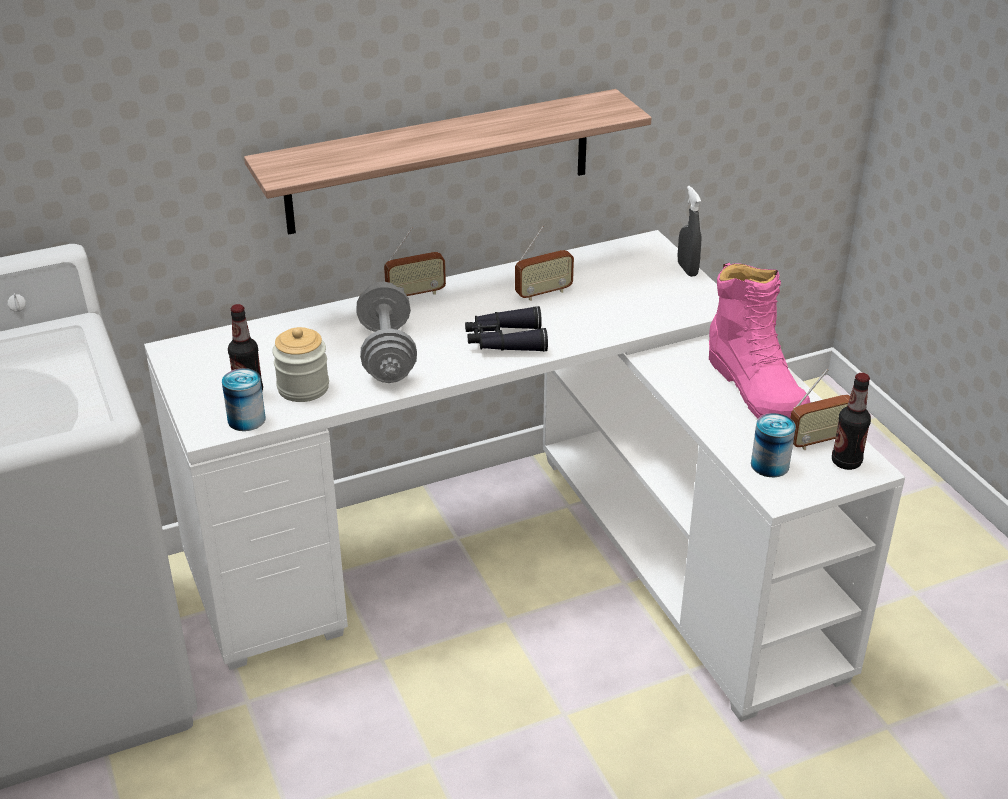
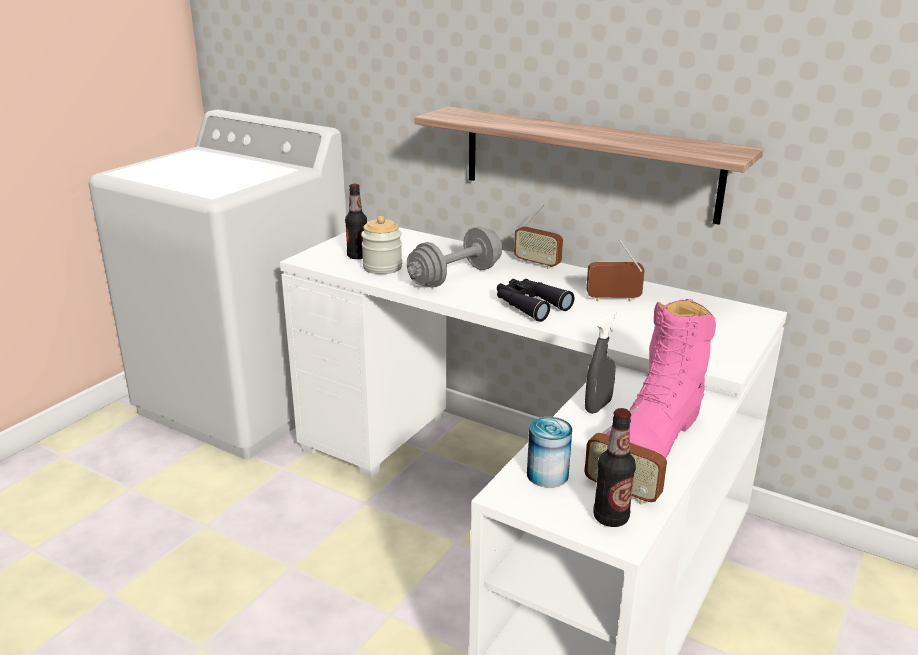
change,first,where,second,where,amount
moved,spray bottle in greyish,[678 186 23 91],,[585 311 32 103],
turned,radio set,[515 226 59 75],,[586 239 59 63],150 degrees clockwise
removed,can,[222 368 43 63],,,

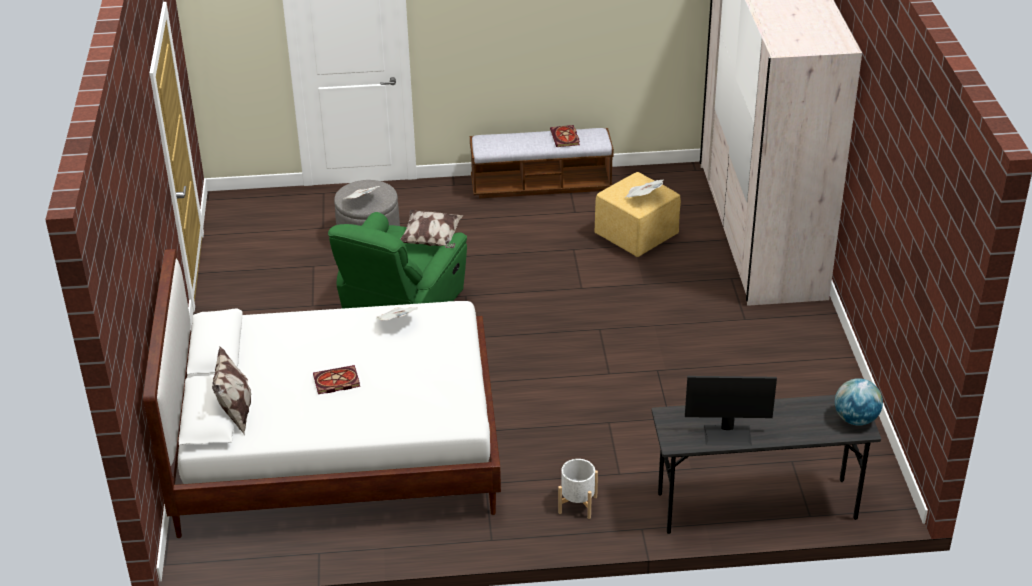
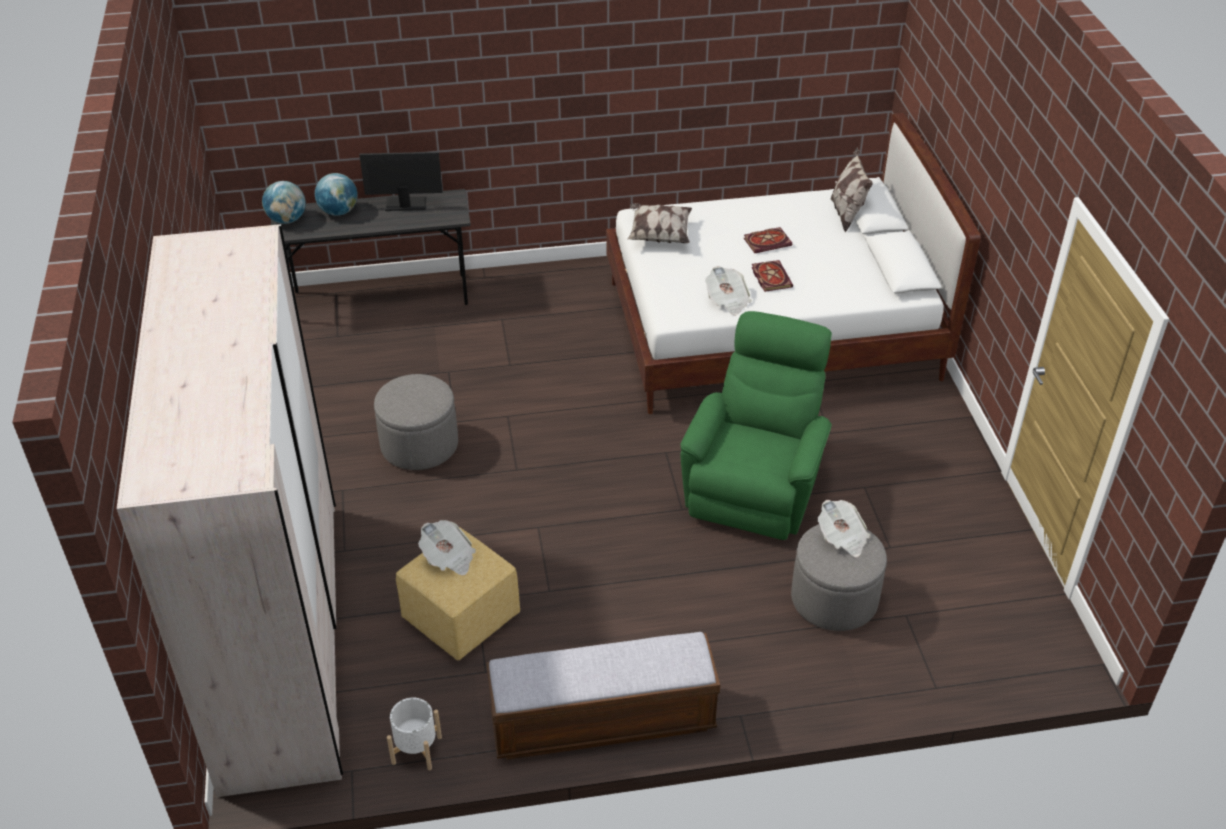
change,first,where,second,where,amount
moved,book,[550 125 30 22],,[751 260 42 32],
moved,cushion,[400 210 64 38],,[627 203 65 40],
moved,plant pot in white,[558 459 40 60],,[387 698 55 72],
added,,,desk globe,[315 173 43 43],
added,,,footrest in greyish,[374 374 84 96],

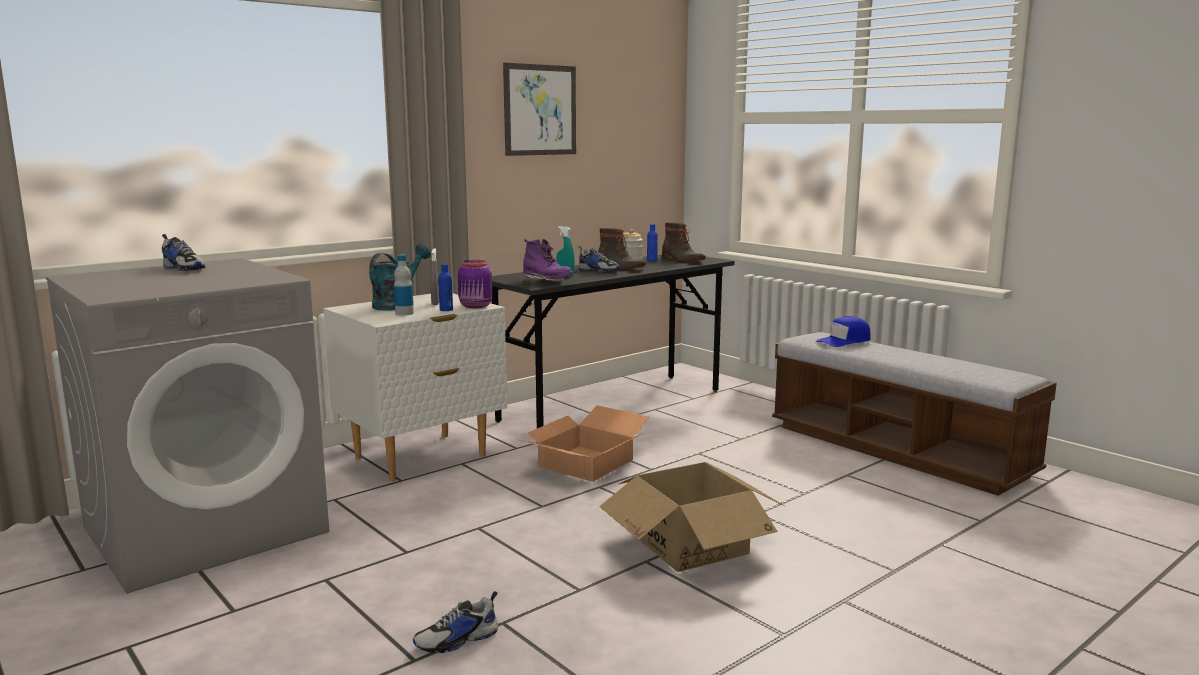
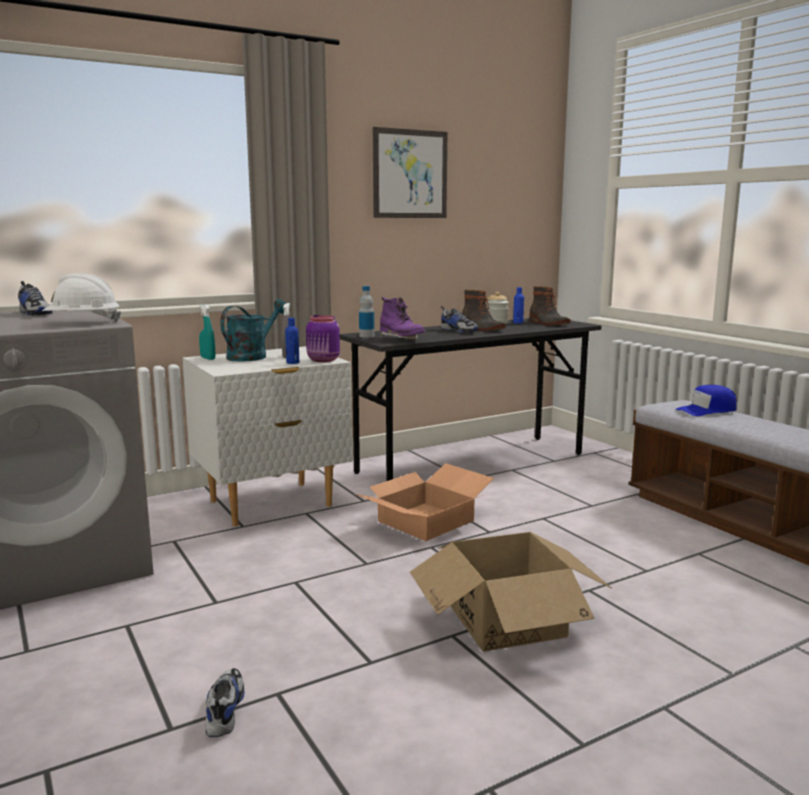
change,first,where,second,where,amount
moved,spray bottle in turquoise,[556 226 19 51],,[199 304 16 56],
moved,drink bottle,[394 255 20 61],,[359 286 15 51],
turned,shoe,[413 591 85 62],,[205 668 40 69],105 degrees clockwise
added,,,work helmet in white,[42 273 79 49],

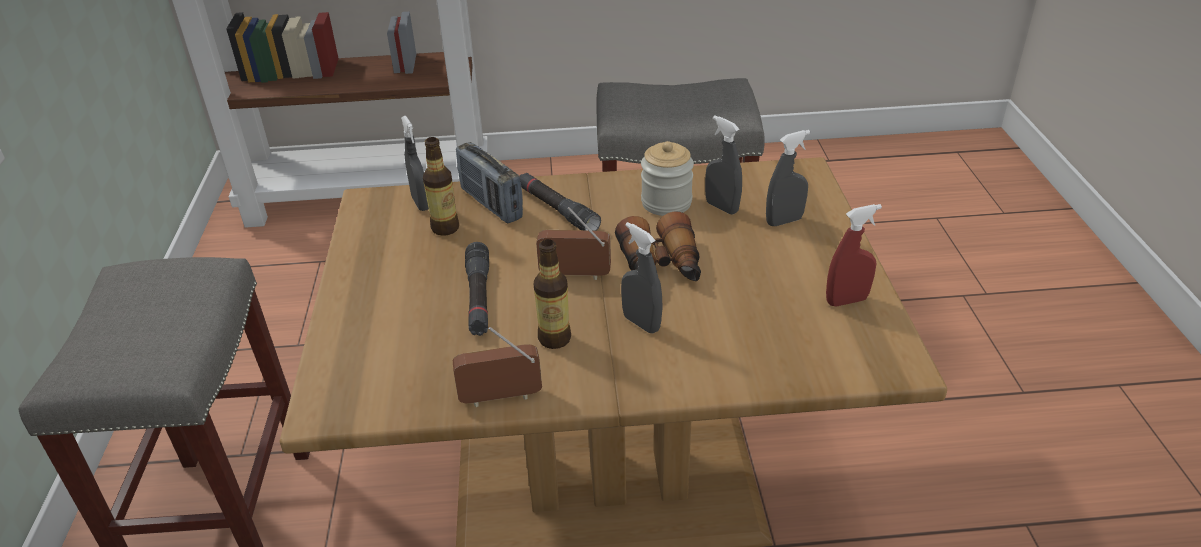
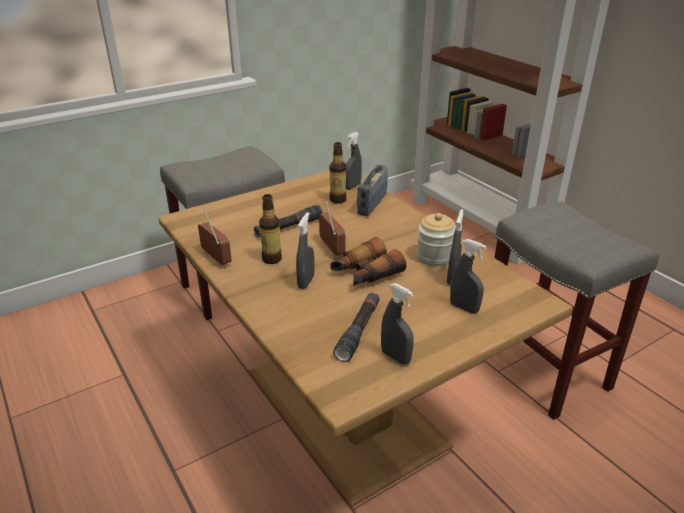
change,first,where,second,where,amount
moved,hand torch in black,[519 173 82 58],,[334 293 46 69],
recoloured,spray bottle in reddish,[826 204 56 103],spray bottle in greyish,[381 283 33 82],

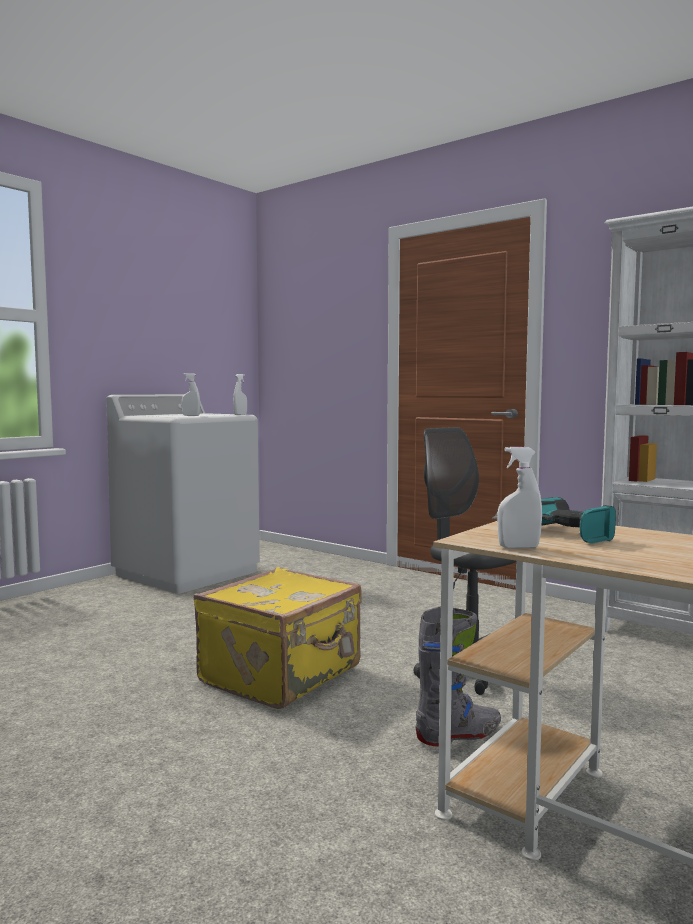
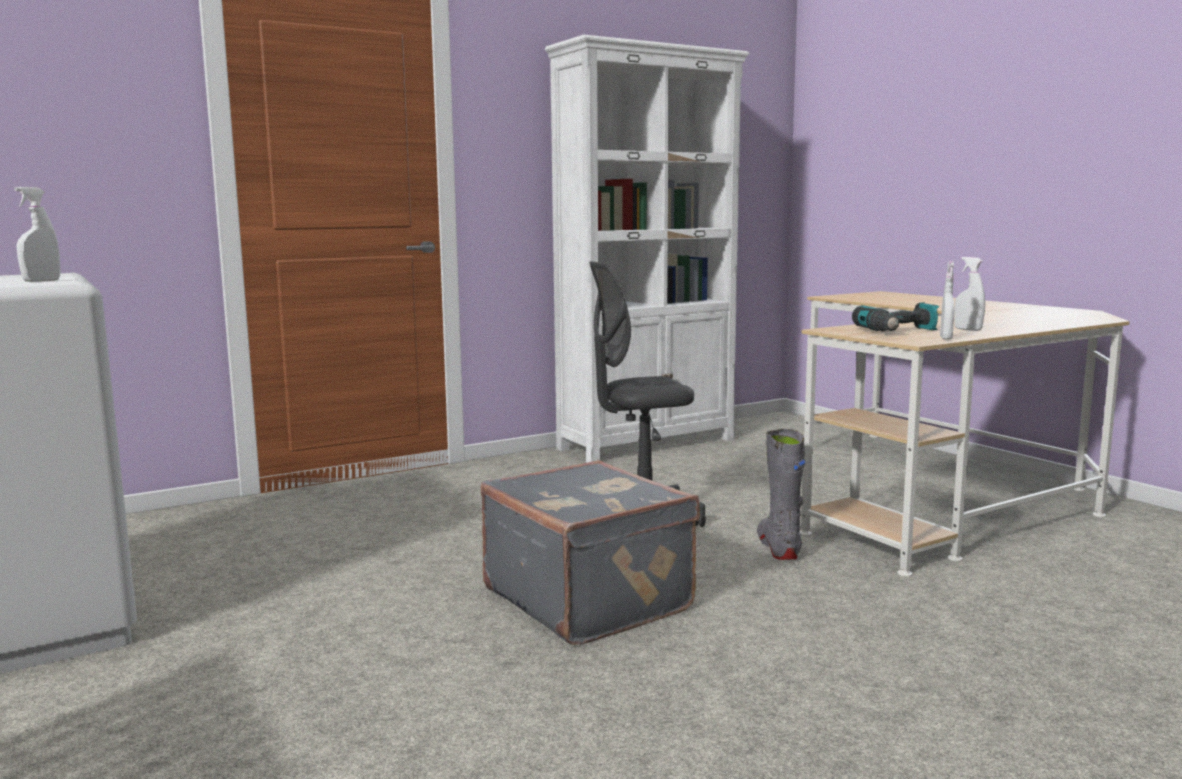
change,first,where,second,where,amount
moved,spray bottle in white,[233 374 14 41],,[954 257 31 74],
recoloured,piece of luggage in yellow-coloured,[193 567 169 142],piece of luggage in greyish,[481 460 219 185],

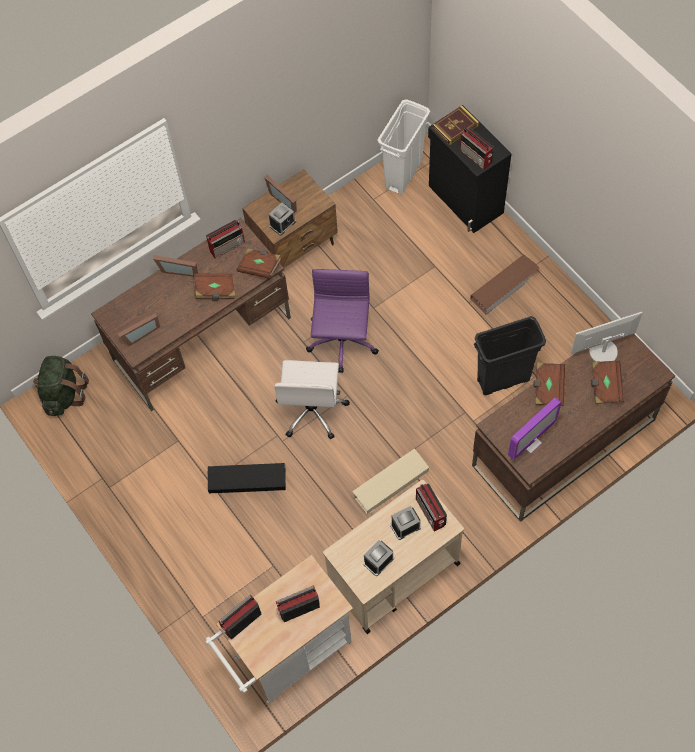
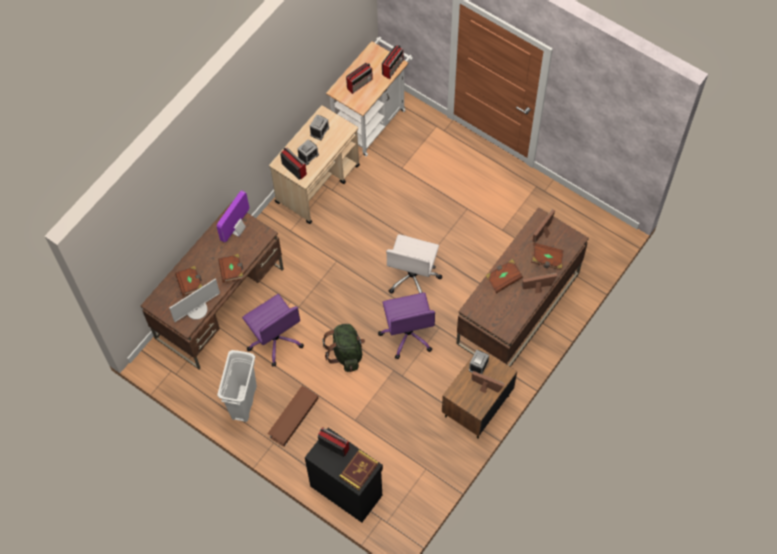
change,first,where,second,where,amount
moved,trash can in white,[378 99 52 96],,[217 350 40 72],
removed,radio set,[206 220 39 38],,,
moved,book in brown,[237 248 45 31],,[531 243 32 27],
replaced,trash can in black,[474 316 72 79],computer chair in purplish,[242 294 62 73],
moved,knapsack in green,[33 356 56 60],,[322 324 43 48],
turned,computer chair in white,[274 360 76 79],,[386 234 56 60],150 degrees counterclockwise
removed,storage bin in beige,[352 448 77 67],,,
removed,storage bin in black,[208 463 78 31],,,

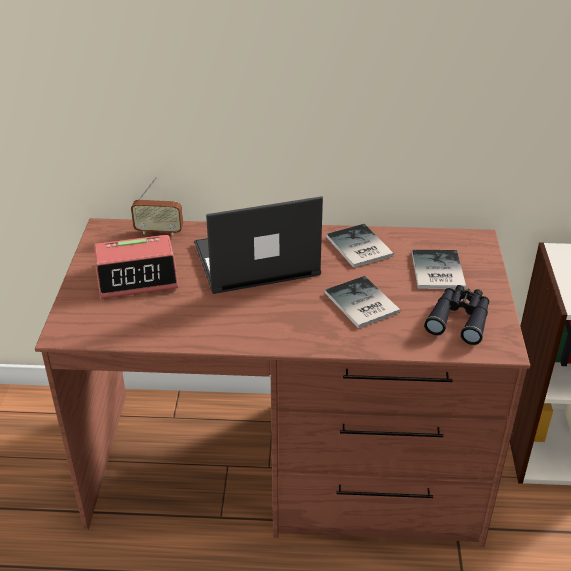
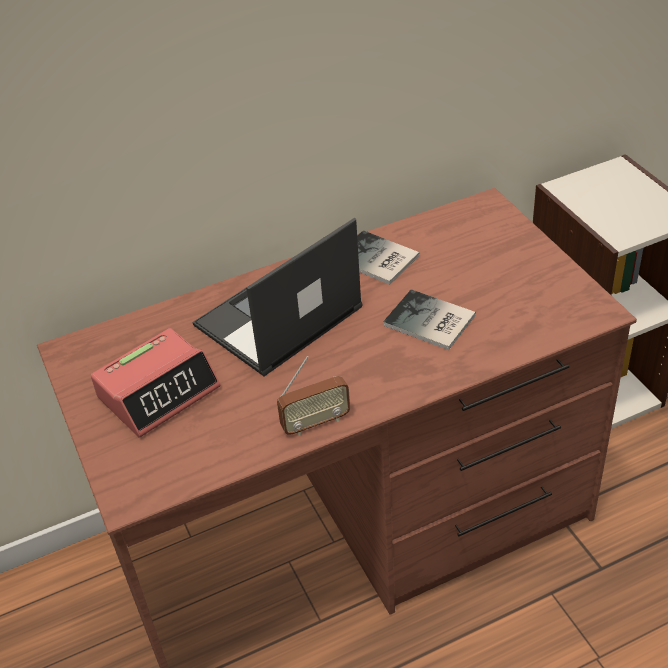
change,first,where,second,where,amount
moved,radio set,[131 177 52 59],,[277 356 73 80],
removed,book,[412 250 54 39],,,
removed,pair of binoculars in black,[424 285 65 60],,,

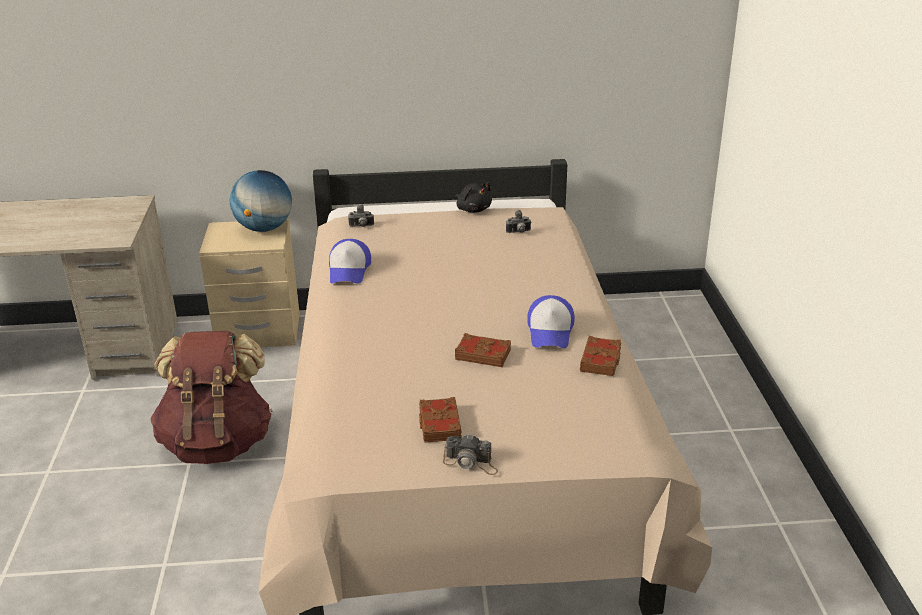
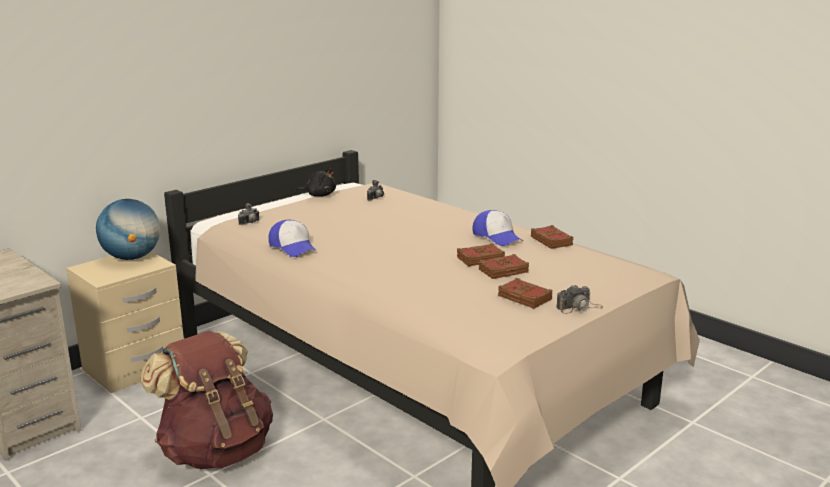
change,first,where,second,where,amount
added,,,book in brown,[479 254 50 25],

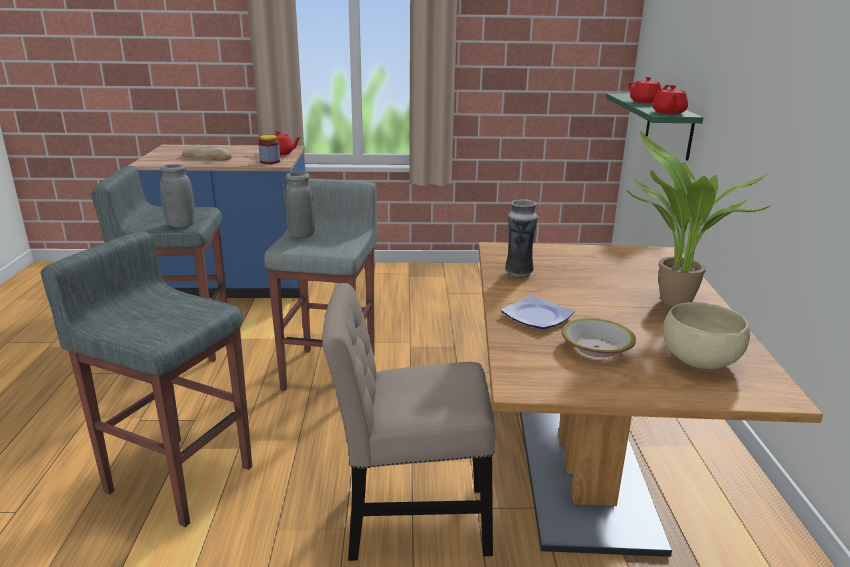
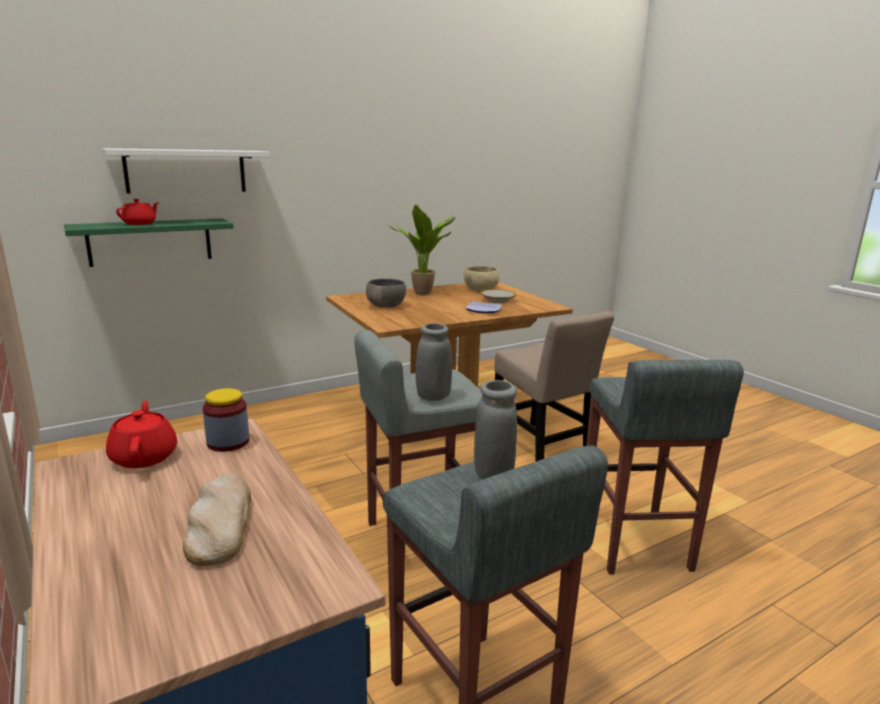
change,first,where,second,where,amount
removed,teapot in reddish,[652 85 36 29],,,
removed,vase,[505 199 33 79],,,
added,,,shelf in white,[102 148 168 46],
added,,,serving bowl in greyish,[366 279 40 29],

